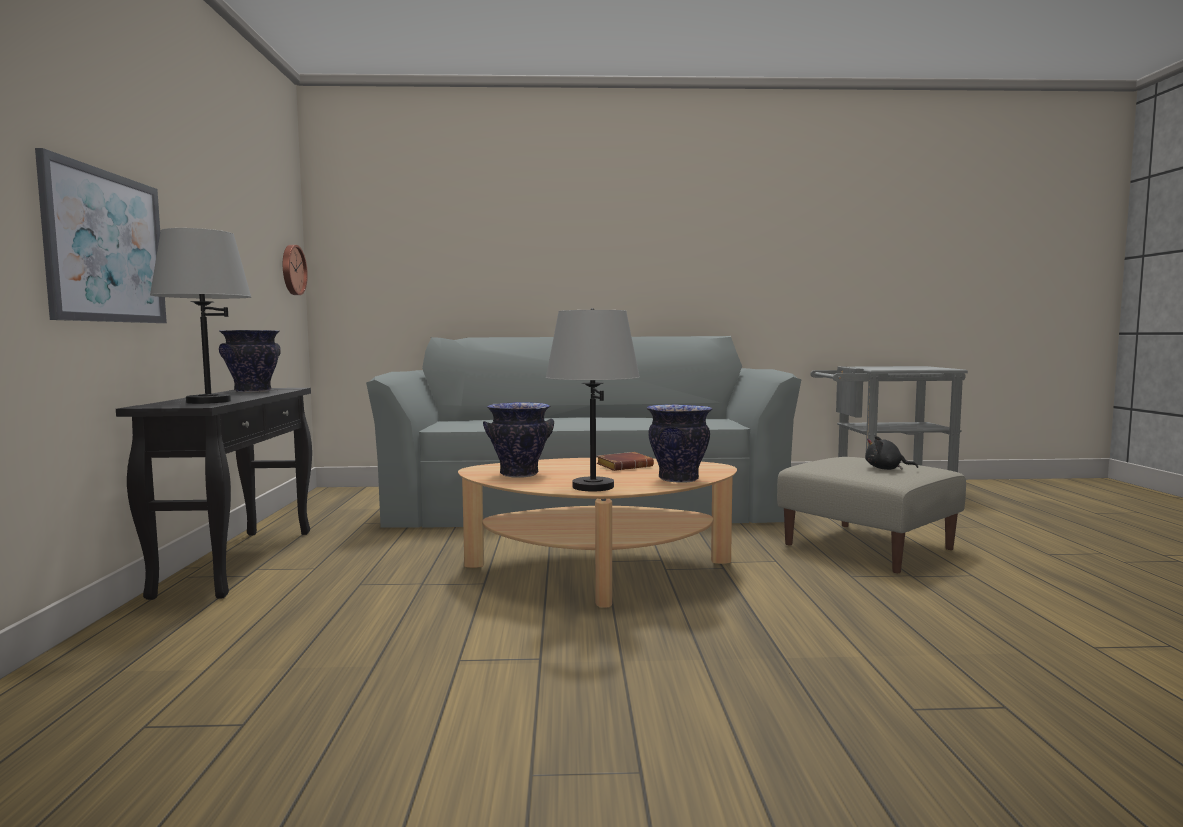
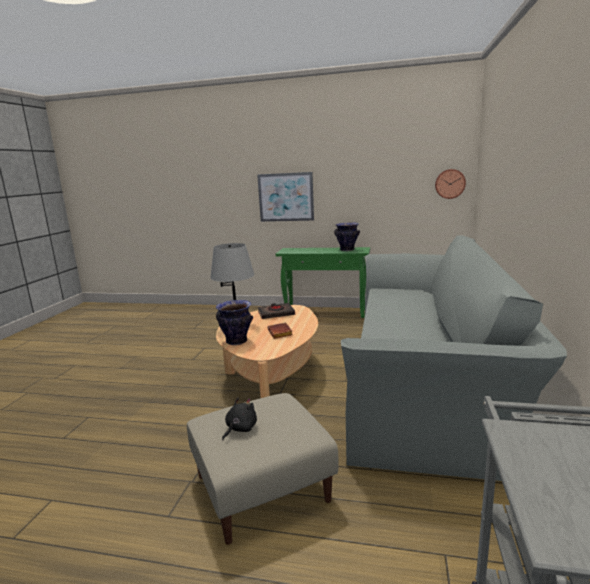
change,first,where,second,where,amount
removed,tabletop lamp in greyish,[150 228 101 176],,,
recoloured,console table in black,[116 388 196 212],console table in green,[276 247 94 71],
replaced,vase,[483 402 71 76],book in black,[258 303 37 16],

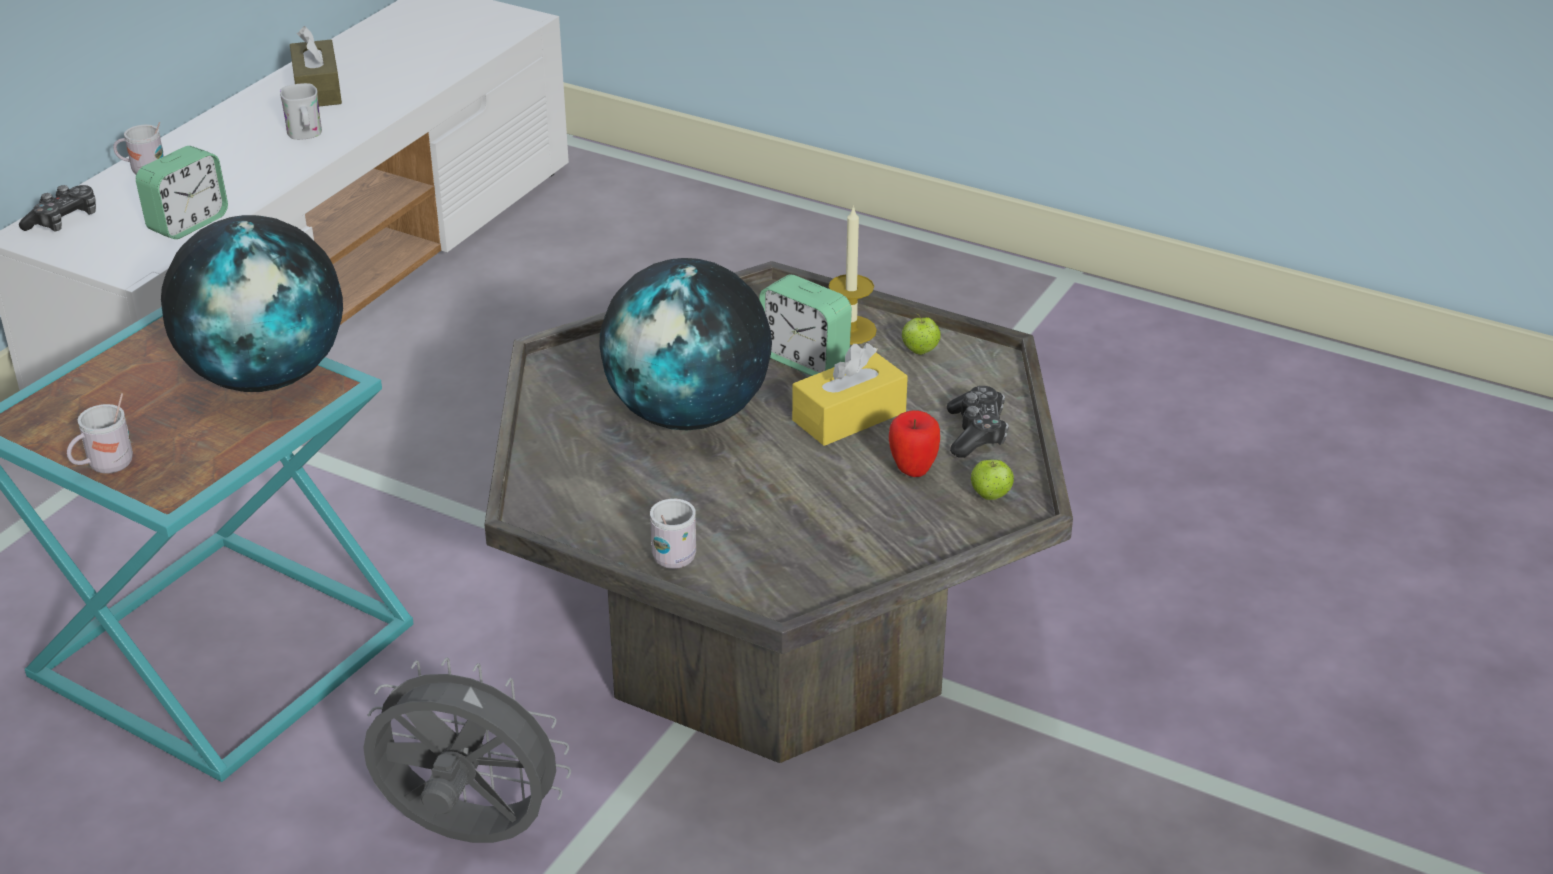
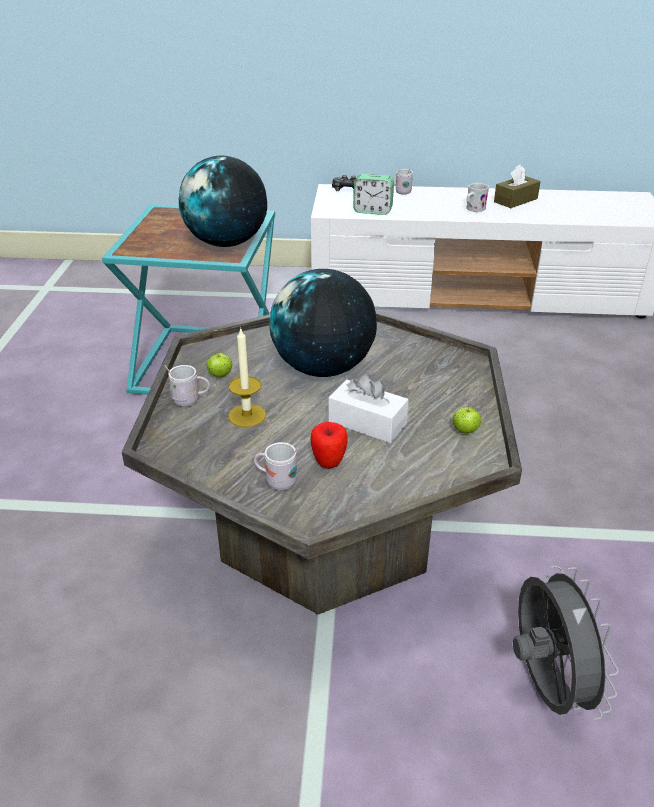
change,first,where,second,where,amount
moved,wax light,[829 205 48 140],,[228 327 38 100],
removed,alarm clock,[759 274 93 102],,,
recoloured,tissue holder in yellow-coloured,[792 343 116 103],tissue holder in white,[328 374 81 69],
removed,gamepad,[947 386 62 72],,,
moved,coffee mug in white,[67 393 66 81],,[254 442 44 49],
moved,apple fruit,[971 459 43 41],,[207 352 25 26],
moved,electric fan in greyish,[363 657 208 186],,[513 566 106 154],

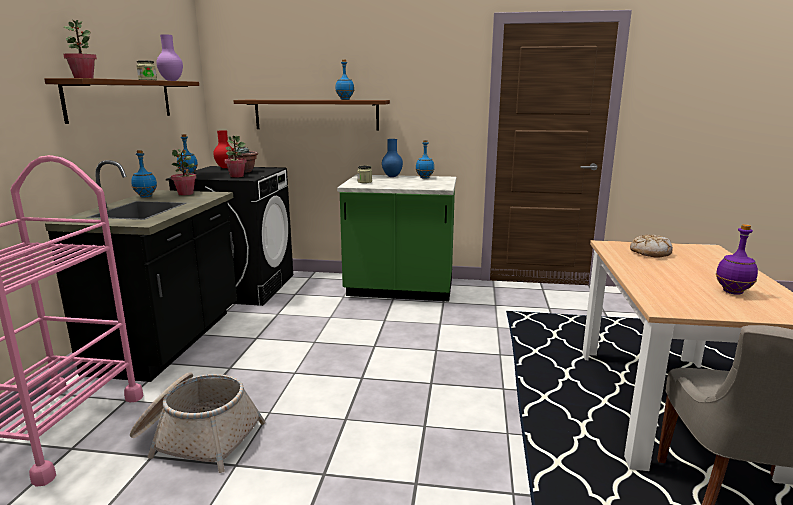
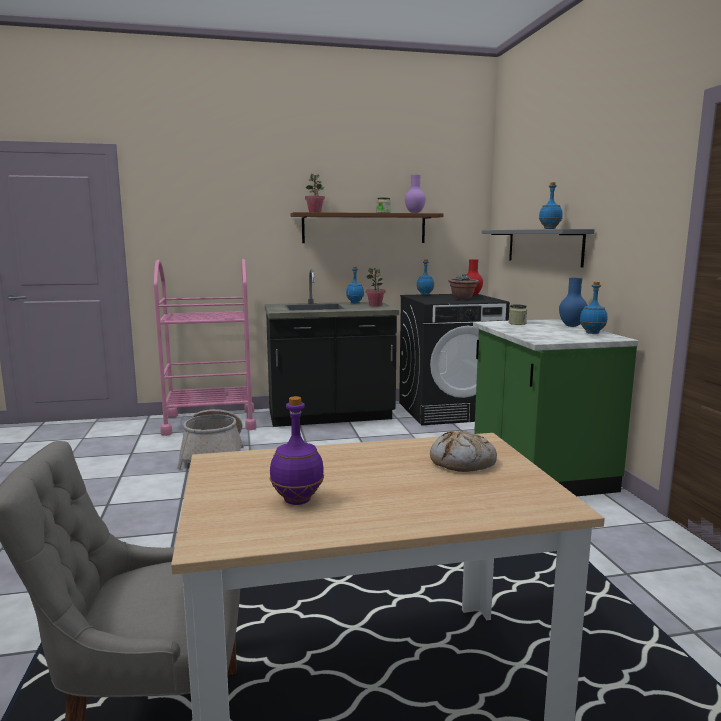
change,first,where,second,where,amount
recoloured,shelf in brown,[233 100 157 30],shelf in greyish,[482 229 113 38],
removed,houseplant,[224 136 23 42],,,

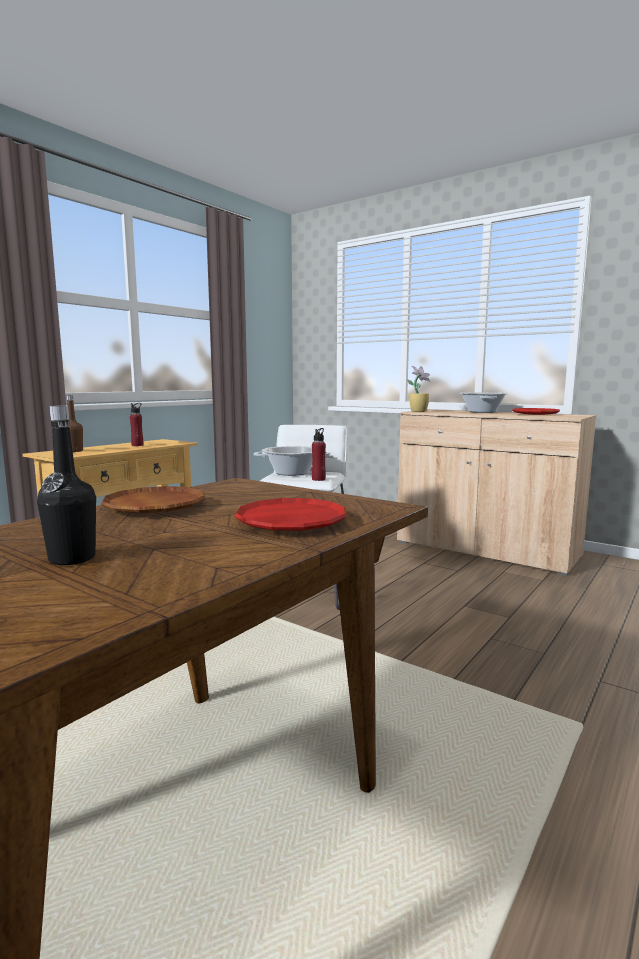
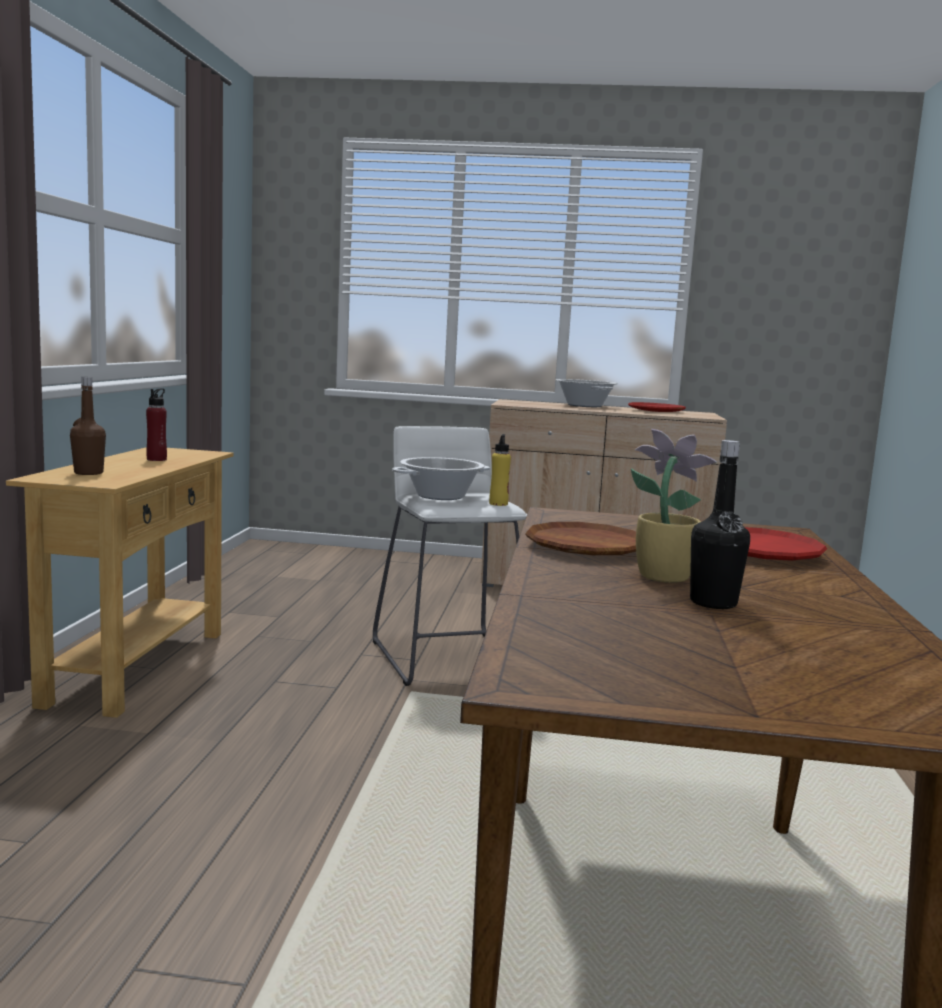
change,first,where,second,where,amount
moved,houseplant,[407 366 23 46],,[631 429 86 154],
recoloured,drink bottle in reddish,[312 428 14 53],drink bottle in yellow-coloured,[489 434 22 72],

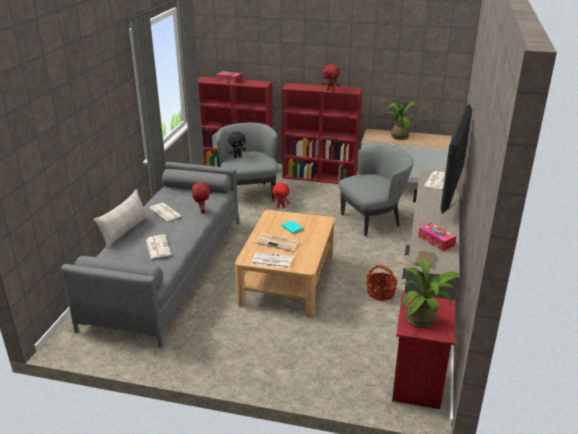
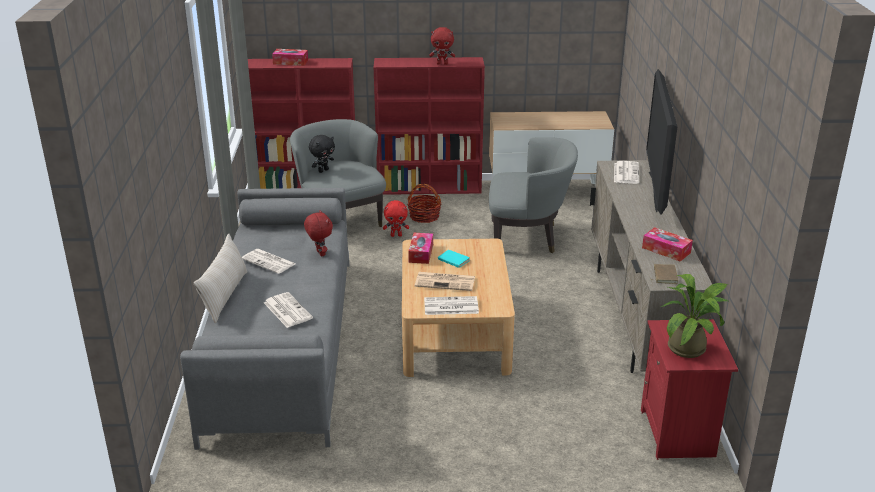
change,first,where,second,where,amount
removed,houseplant,[384 101 37 39],,,
turned,lounge chair in greyish,[339 145 75 91],,[489 137 89 116],45 degrees clockwise
moved,household basket,[366 265 31 36],,[407 184 34 39],
added,,,tissue holder,[408 233 25 31],

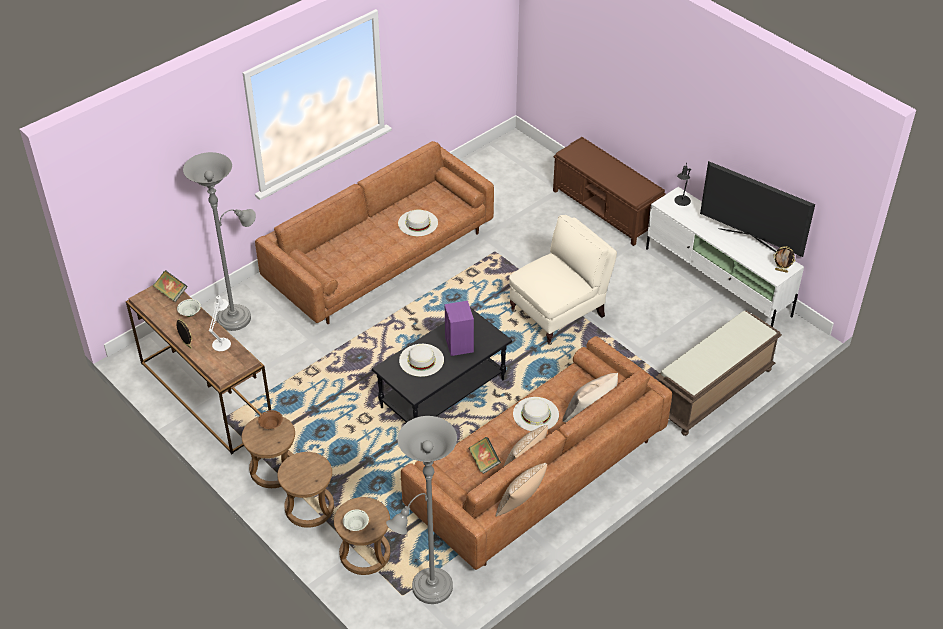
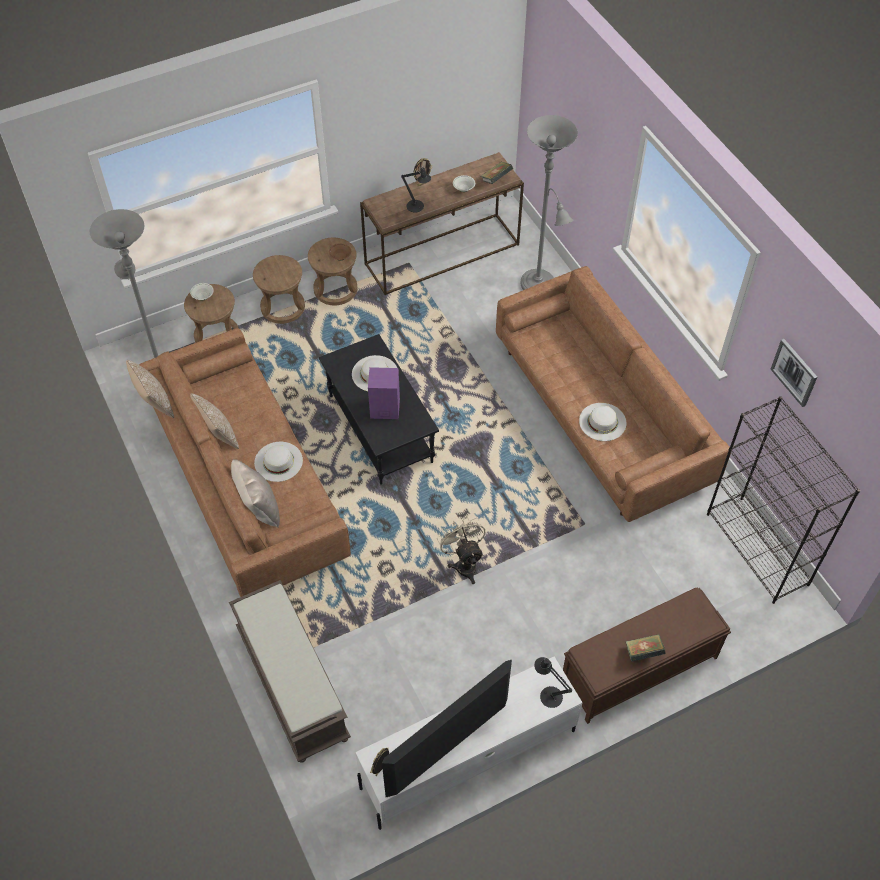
change,first,where,second,where,amount
replaced,lounge chair in beige,[509 215 108 130],electric fan in beige,[437 517 48 67],
recoloured,tabletop lamp in white,[209 295 22 56],tabletop lamp in black,[401 165 30 47],
moved,book,[469 437 32 37],,[625 634 41 28],
added,,,wall art,[771 339 46 68],
added,,,bookshelf in black,[707 396 153 208],

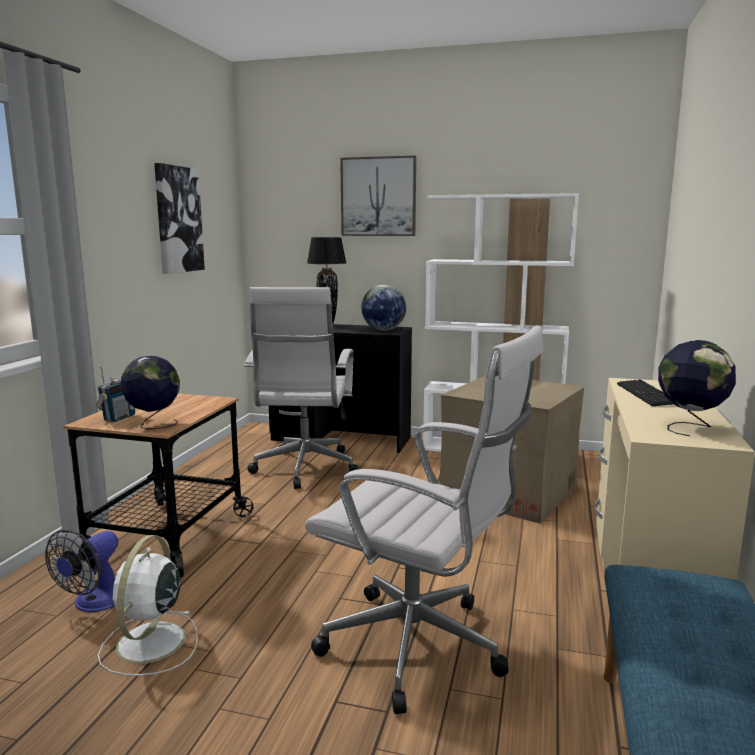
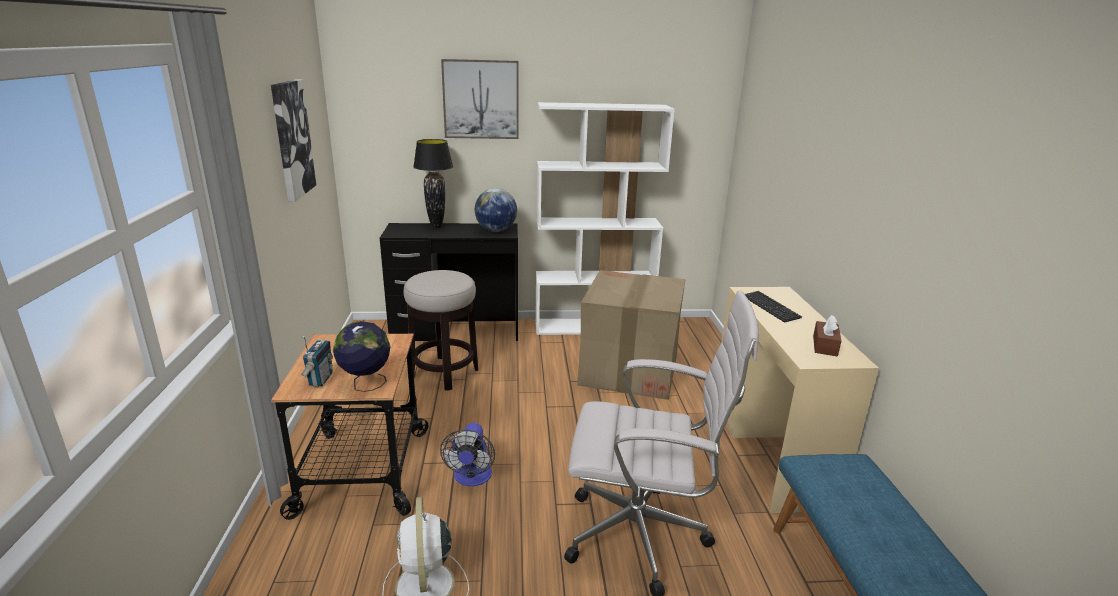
change,first,where,second,where,amount
replaced,computer chair in white,[244 287 115 202],stool,[404 270 74 121],
replaced,desk globe,[658 340 78 96],tissue holder in brown,[813 315 28 41],
moved,electric fan,[45 530 74 82],,[440 423 55 63],

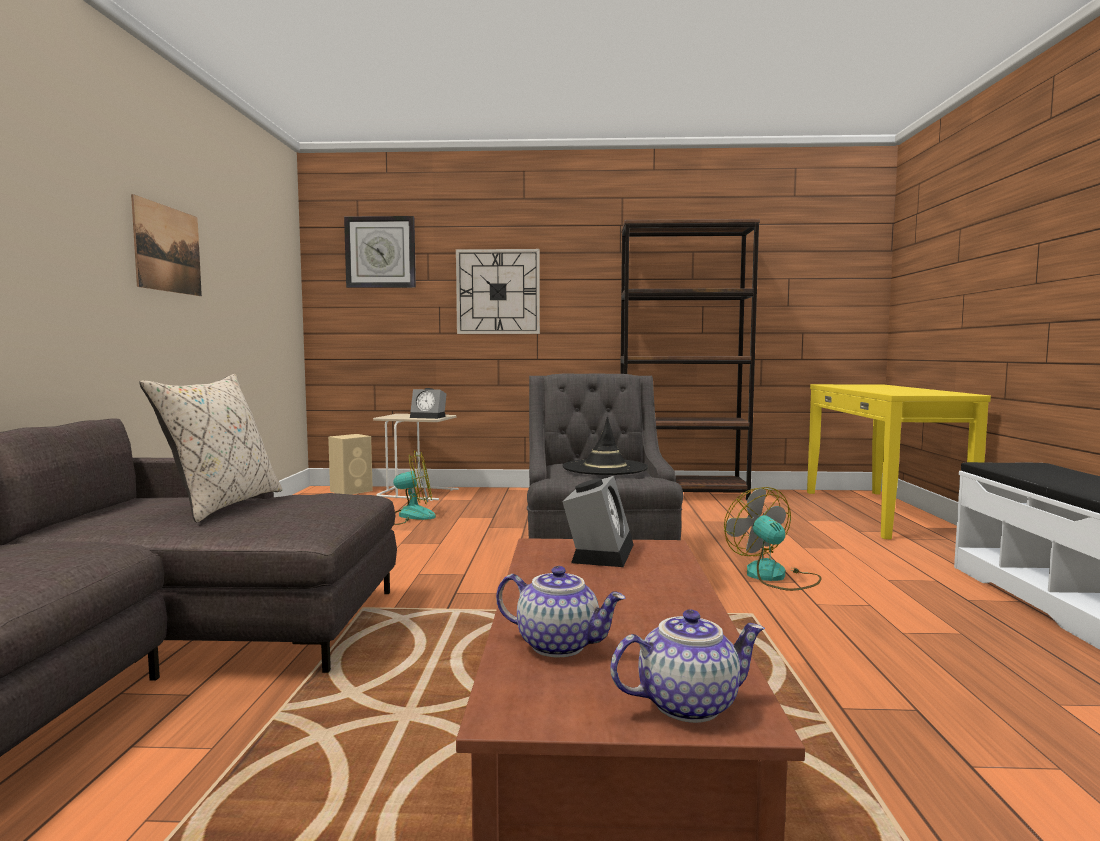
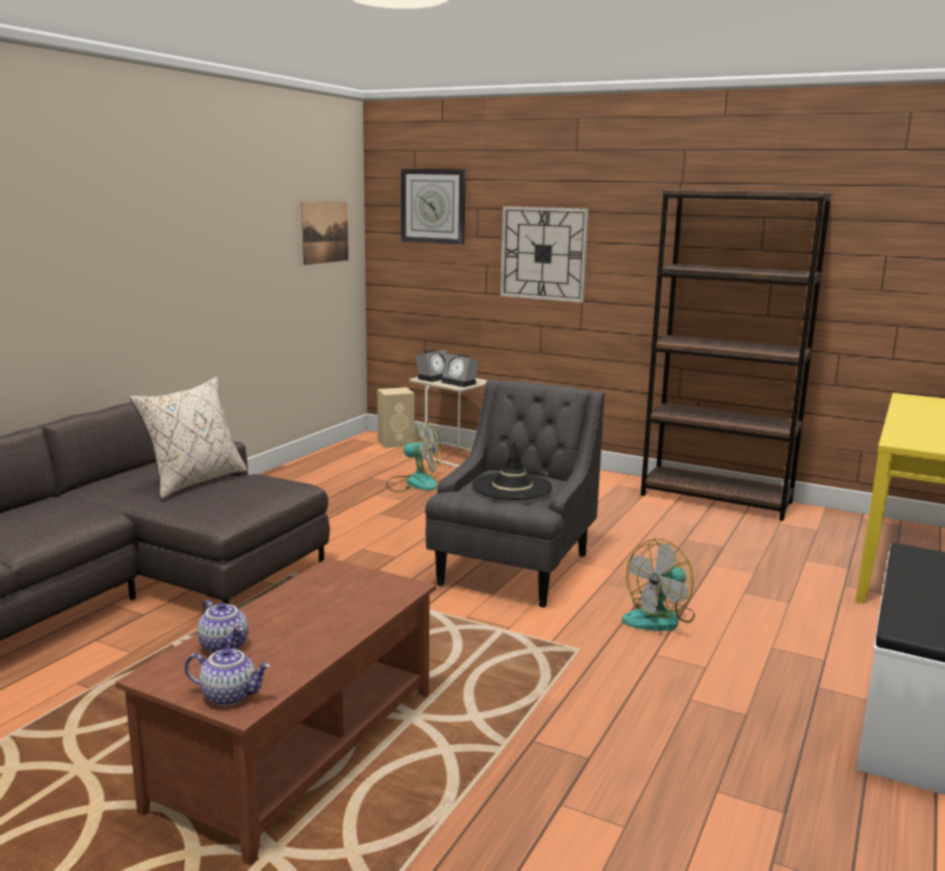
change,first,where,second,where,amount
moved,wall art,[131 194 71 102],,[301 202 47 63],
moved,alarm clock,[562 476 72 91],,[415 350 32 32],
turned,electric fan,[724 487 98 104],,[622 539 73 92],135 degrees counterclockwise

